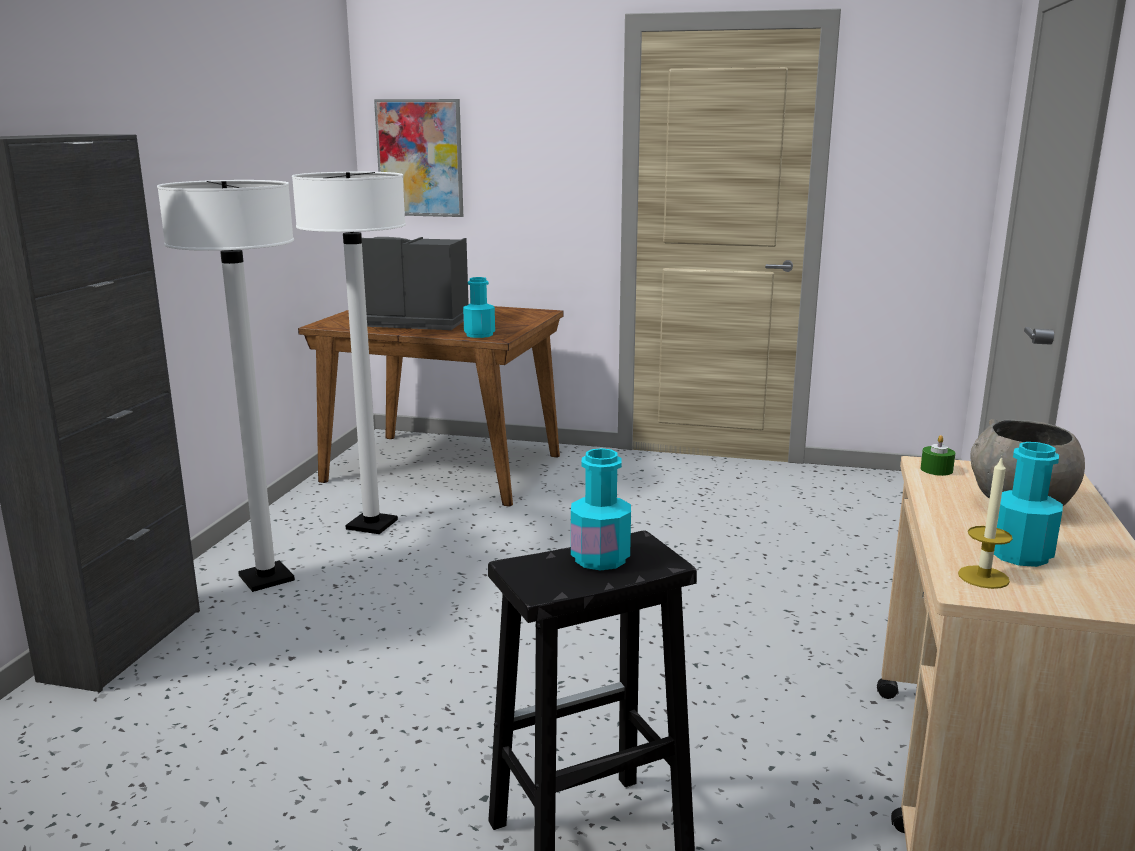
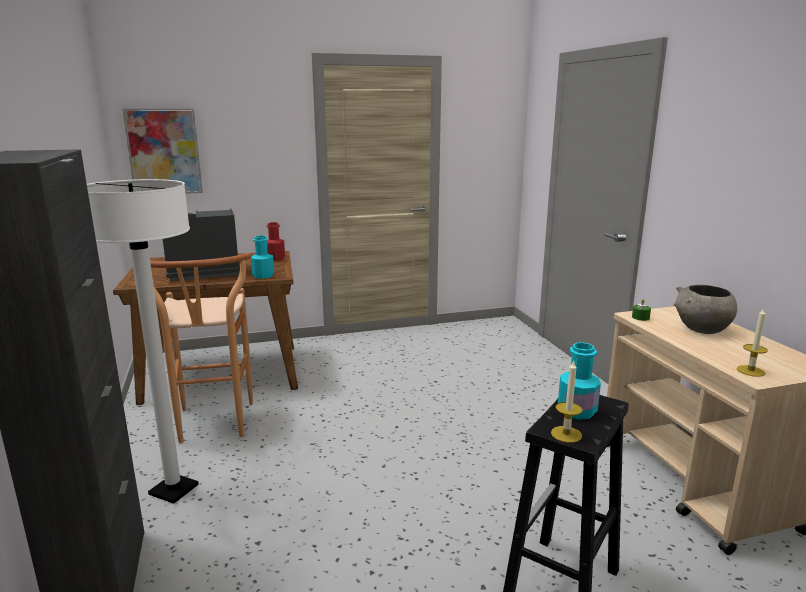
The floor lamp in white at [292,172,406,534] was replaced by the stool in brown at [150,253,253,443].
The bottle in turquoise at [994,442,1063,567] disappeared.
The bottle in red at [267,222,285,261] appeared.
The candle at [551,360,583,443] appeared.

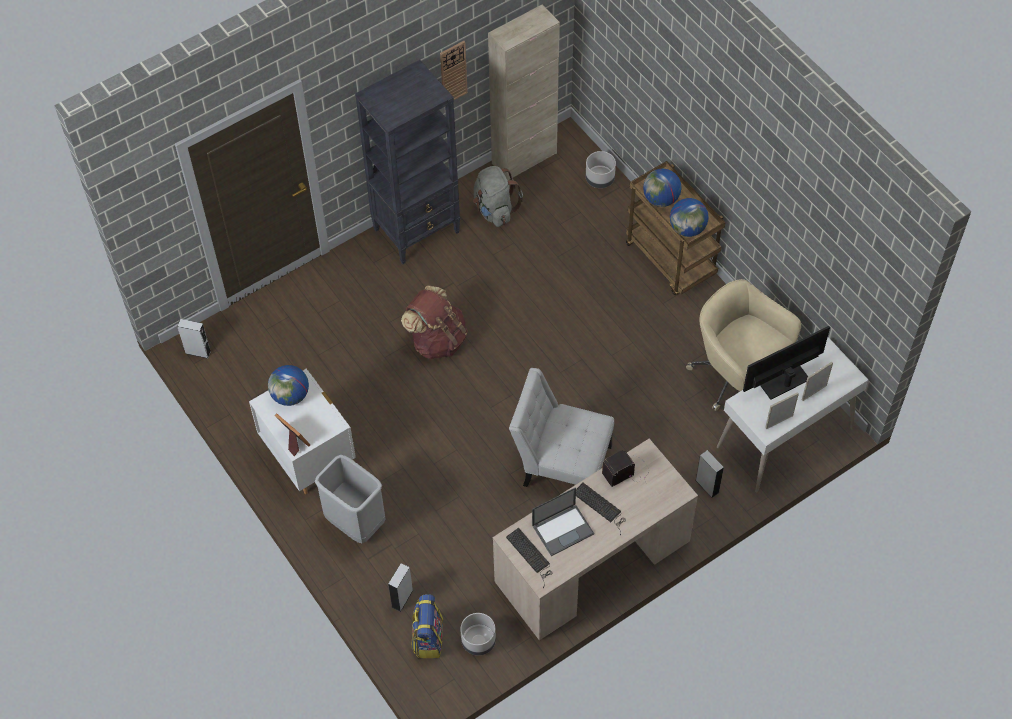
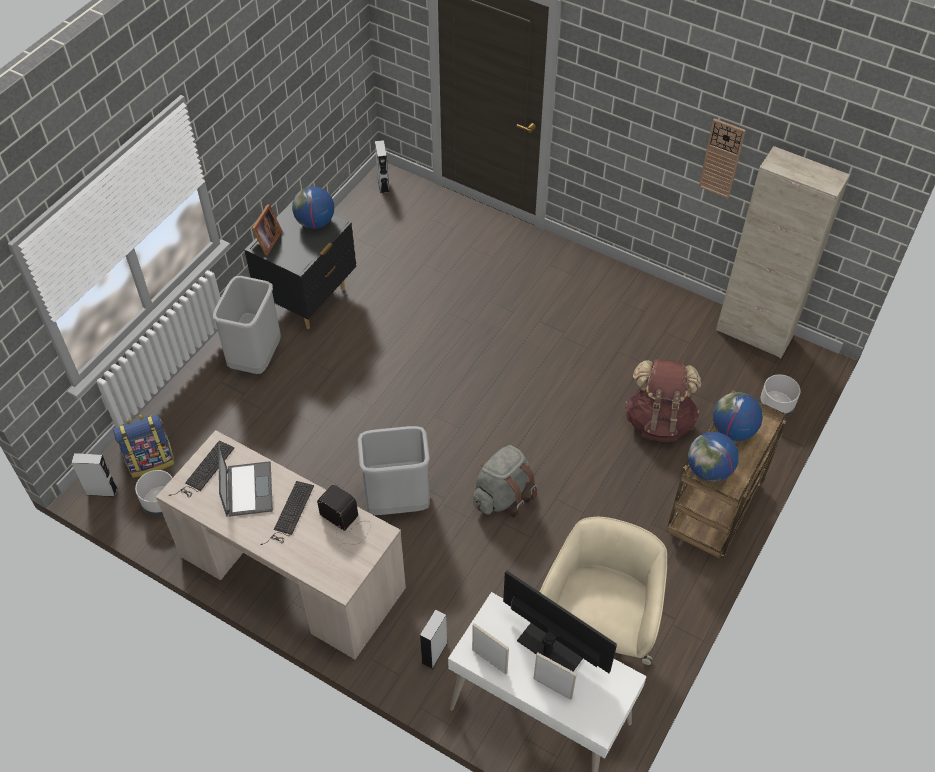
The bookcase in black at [355,60,460,264] disappeared.
The backpack in grey moved from [473,166,523,227] to [473,445,538,518].
The backpack in brown moved from [401,285,468,360] to [625,359,701,442].
The nightstand in white at [249,368,356,494] became the nightstand in black at [244,201,356,329].
The chair in white at [509,368,614,487] was replaced by the trash can in grey at [357,426,430,515].
The laptop at [532,487,594,556] turned 135 degrees counterclockwise.
The speaker in grey moved from [388,563,413,612] to [71,453,118,497].

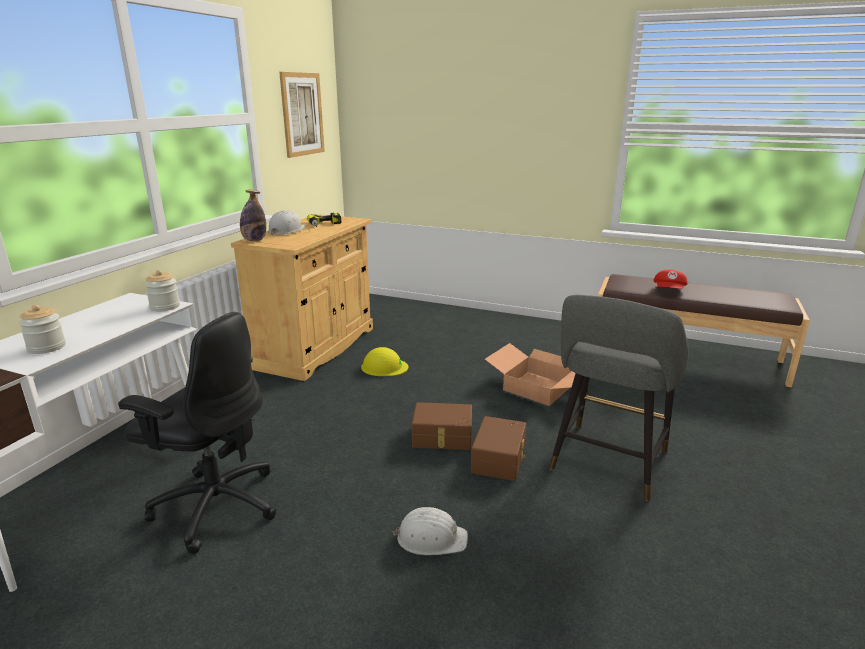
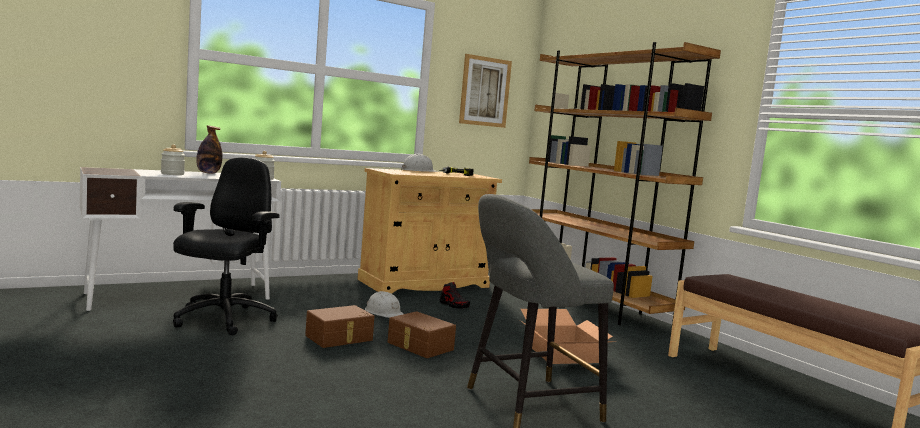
The bottle moved from [240,190,266,241] to [197,125,222,174].
The cap in red at [653,269,688,289] disappeared.
The office chair in black at [118,312,276,554] turned 135 degrees counterclockwise.
The hard hat in yellow at [361,347,408,376] was replaced by the shoe at [440,282,470,309].
The storage box in brown moved from [471,416,526,481] to [305,305,374,348].
The hard hat in white moved from [393,507,468,555] to [365,291,404,318].
The bookcase in brown at [529,42,721,325] appeared.

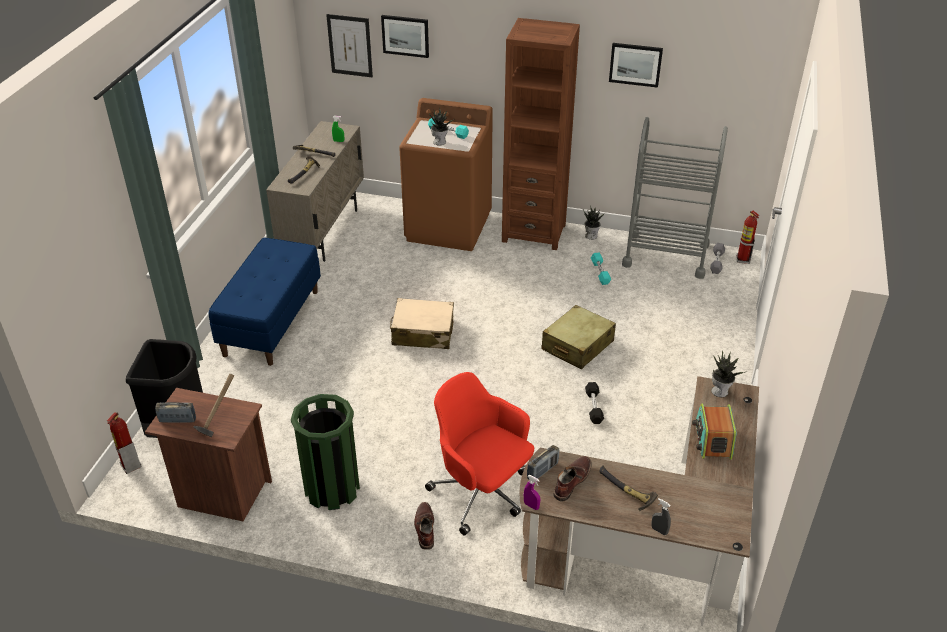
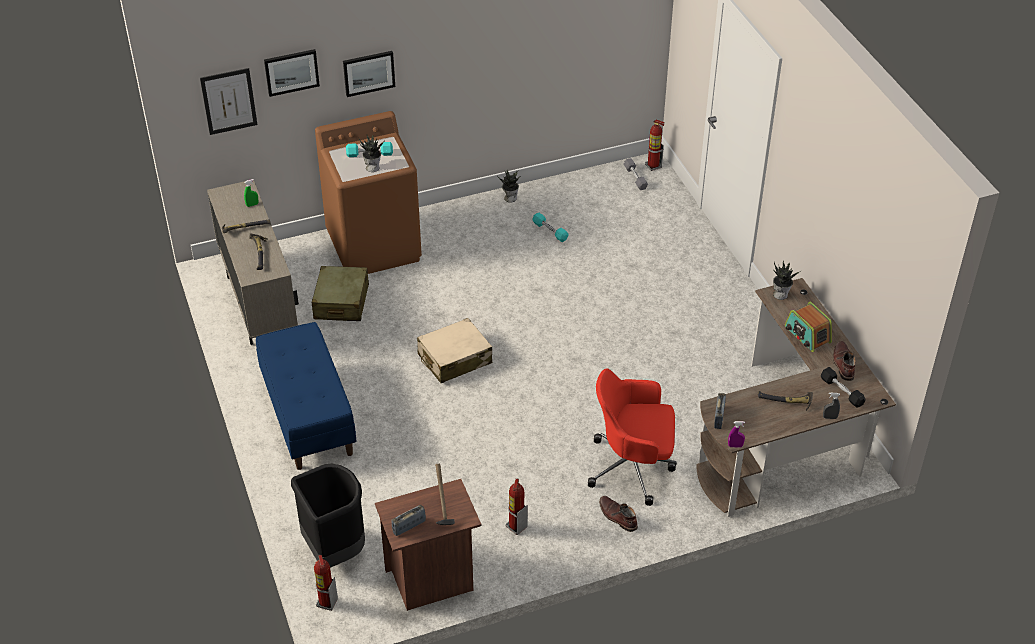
The bookcase in brown at [502,18,580,250] disappeared.
The picture moved from [609,43,663,88] to [343,51,395,97].
The cart in grey at [622,117,728,279] disappeared.
The suitcase in beige moved from [541,305,616,369] to [311,266,369,321].
The dumbbell in black moved from [585,382,604,424] to [821,367,866,407].
The trash can in green at [291,394,360,510] was replaced by the fire extinguisher at [506,478,528,535].
The boot in brown moved from [553,456,592,502] to [833,341,856,381].

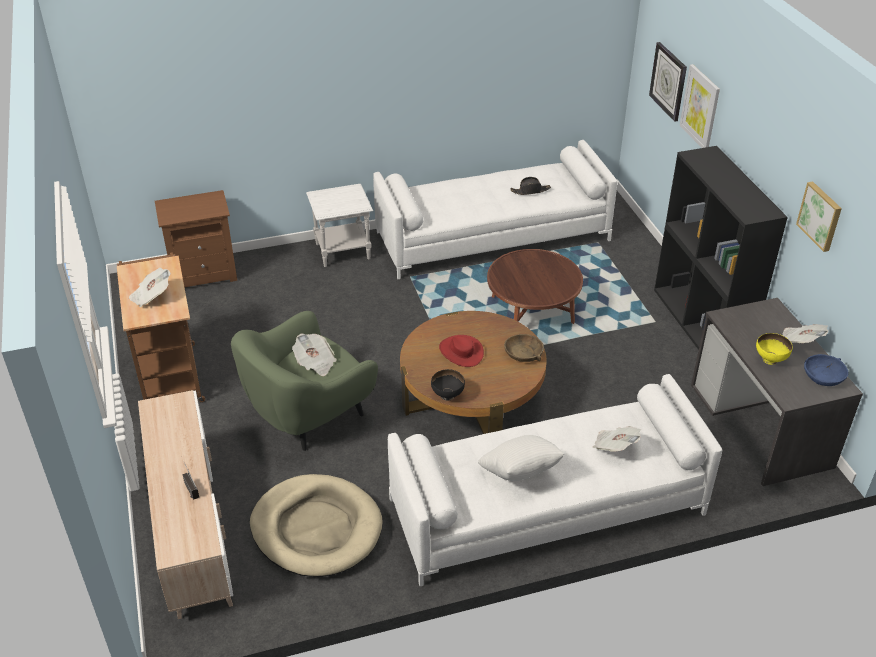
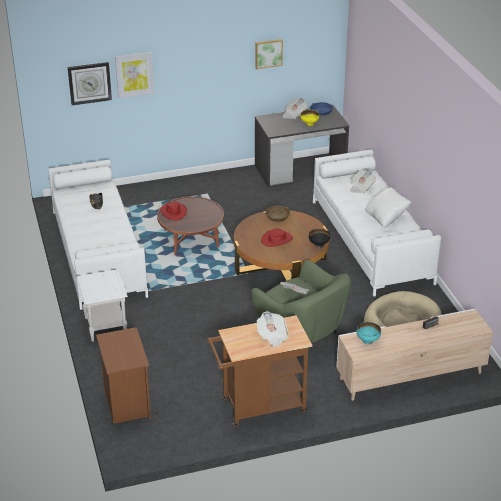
The bookcase in black at [654,146,788,350] disappeared.
The hat in red at [160,202,187,221] appeared.
The bowl in turquoise at [357,322,381,344] appeared.

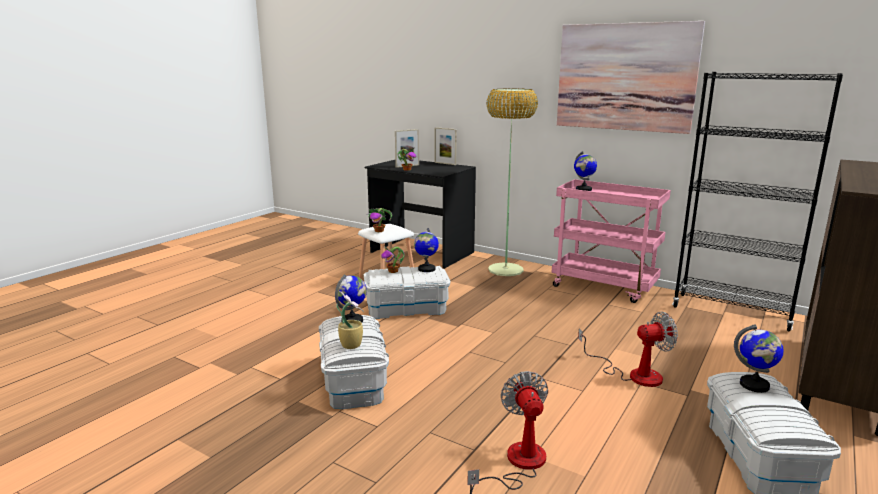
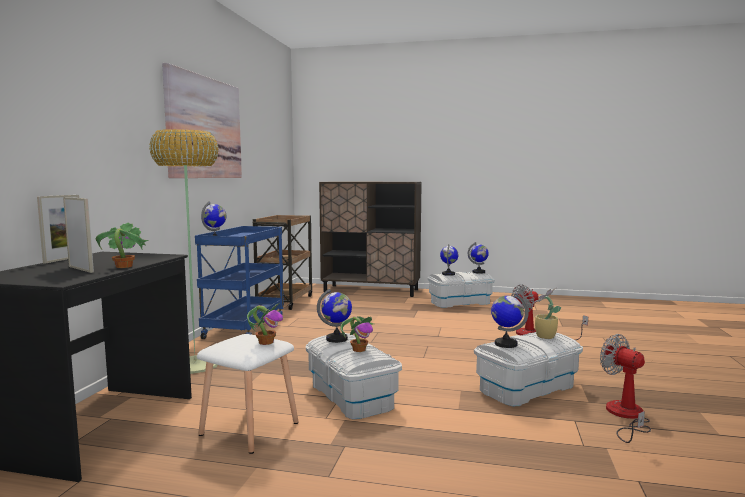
The bookcase in black at [672,72,843,331] was replaced by the cart in brown at [253,215,312,310].
The cart in pink at [552,179,671,303] became the cart in blue at [195,226,284,339].
The fan moved from [578,312,678,387] to [600,334,651,443].
The globe at [468,242,489,274] appeared.

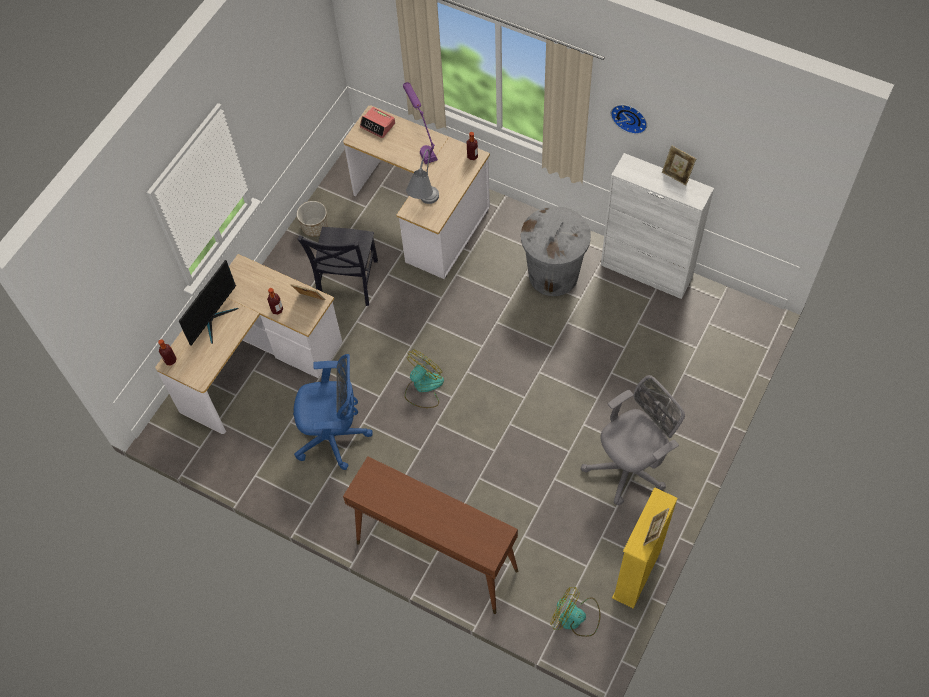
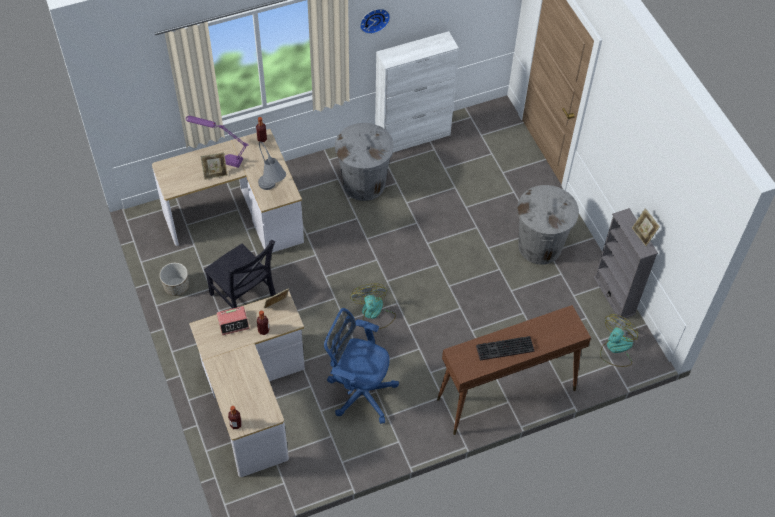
The alarm clock moved from [360,107,395,138] to [217,306,249,335].
The picture frame moved from [662,145,696,185] to [200,152,228,180].
The monitor at [179,260,239,346] disappeared.
The office chair in blue at [293,354,373,470] turned 105 degrees counterclockwise.
The office chair in grey at [581,375,685,505] was replaced by the trash can in grey at [517,185,579,265].
The bookcase in yellow at [612,487,678,609] became the bookcase in grey at [594,208,658,319].
The fan at [550,587,601,637] turned 150 degrees clockwise.
The keyboard at [476,336,534,361] appeared.

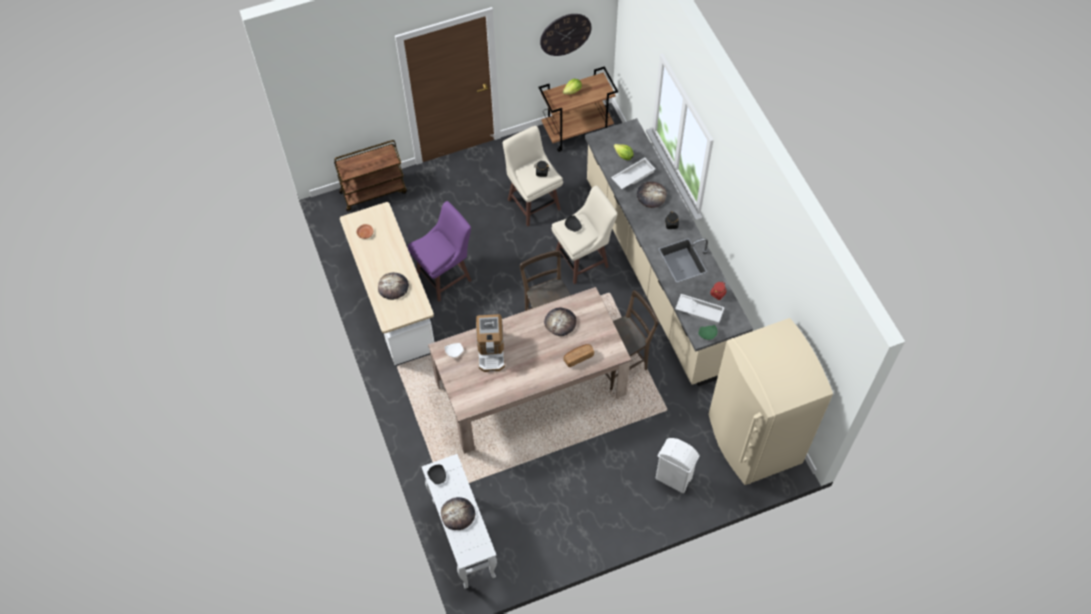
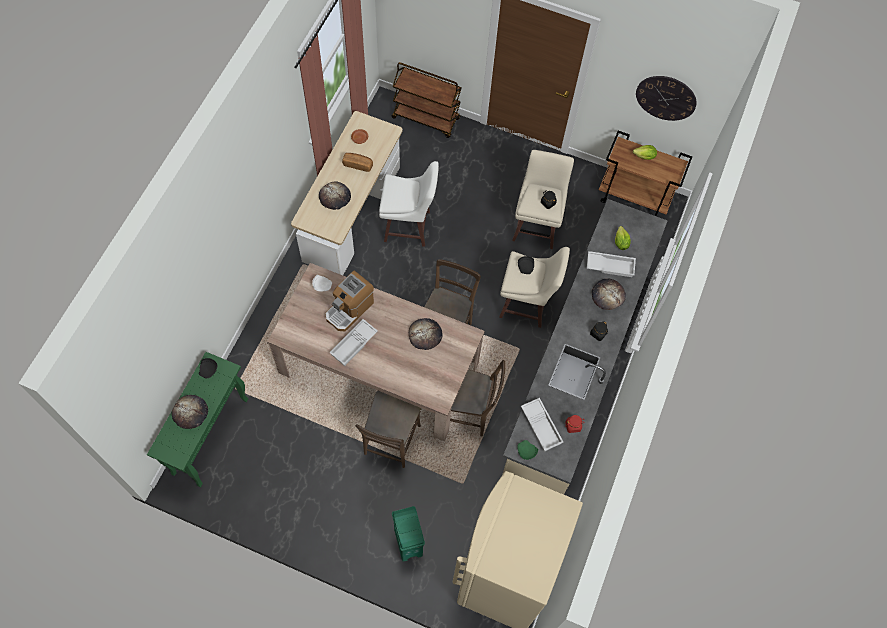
The stool in purple at [408,201,472,302] became the stool in white at [379,161,439,247].
The bread moved from [563,344,594,367] to [342,153,373,172].
The trash can in white at [656,438,700,493] became the trash can in green at [392,506,425,562].
The console table in white at [422,454,497,589] became the console table in green at [147,352,249,487].
The tray in white at [329,319,378,366] appeared.
The chair in brown at [355,391,422,468] appeared.

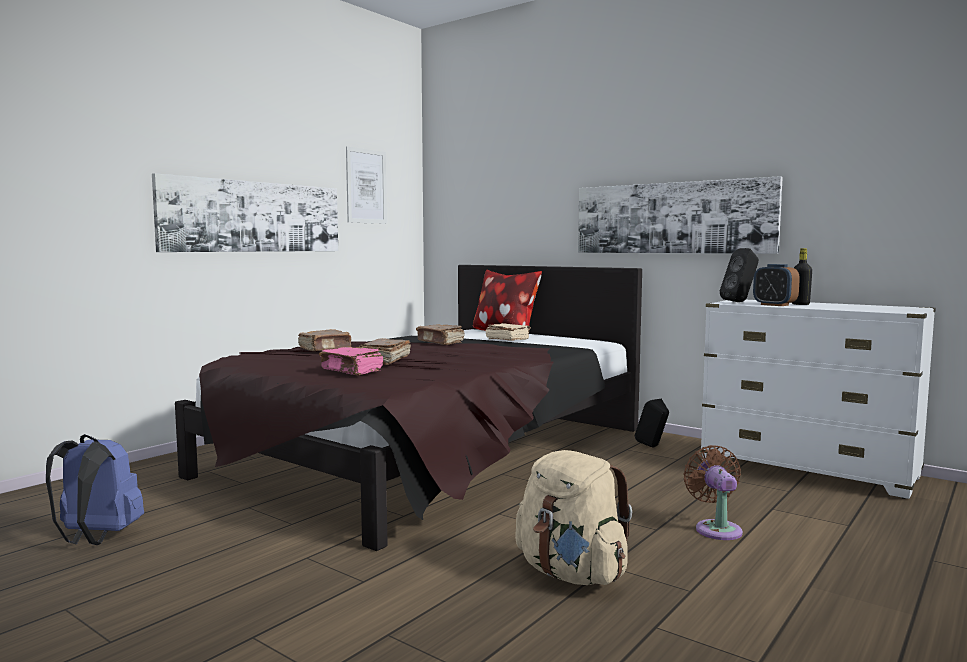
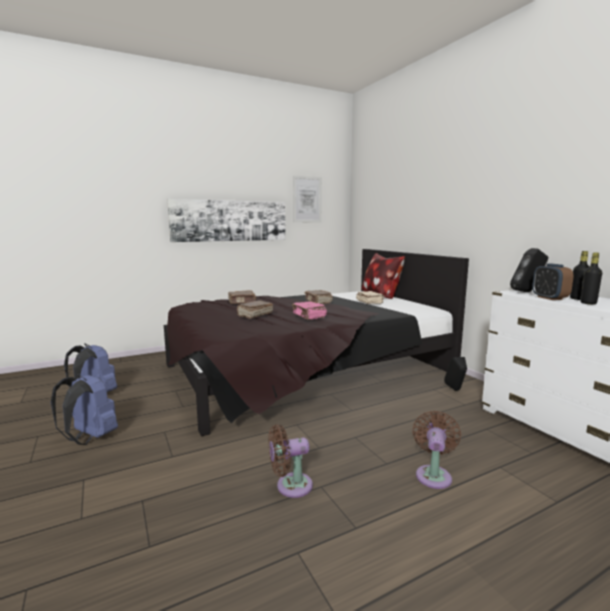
The picture at [578,176,783,254] disappeared.
The book in pink moved from [319,347,383,375] to [292,301,327,320].
The backpack in beige at [515,450,632,585] was replaced by the fan in brown at [268,424,313,498].
The bottle in black at [580,253,602,304] appeared.
The backpack in blue at [50,374,118,445] appeared.

